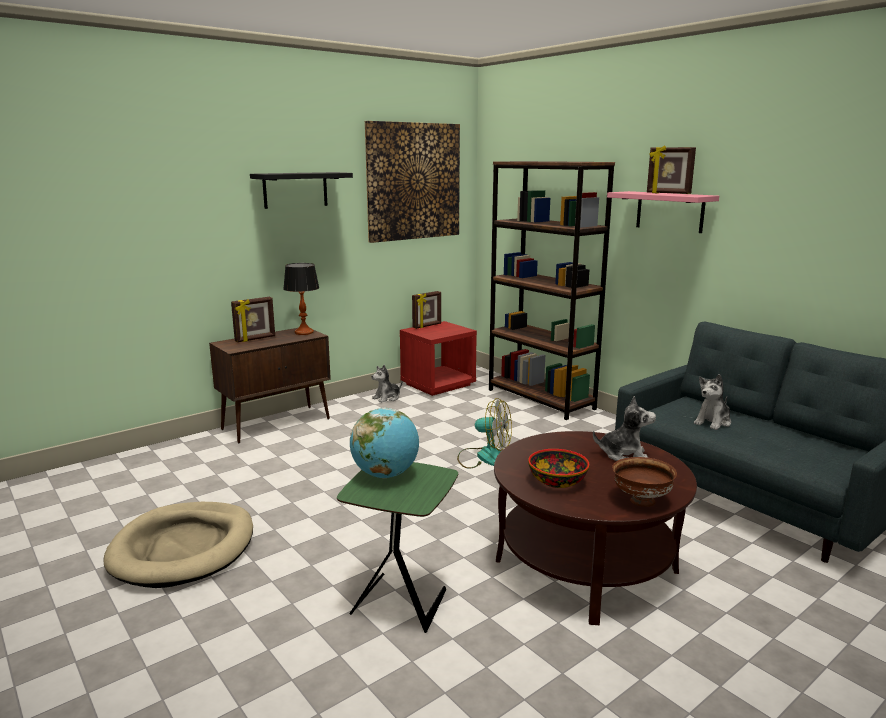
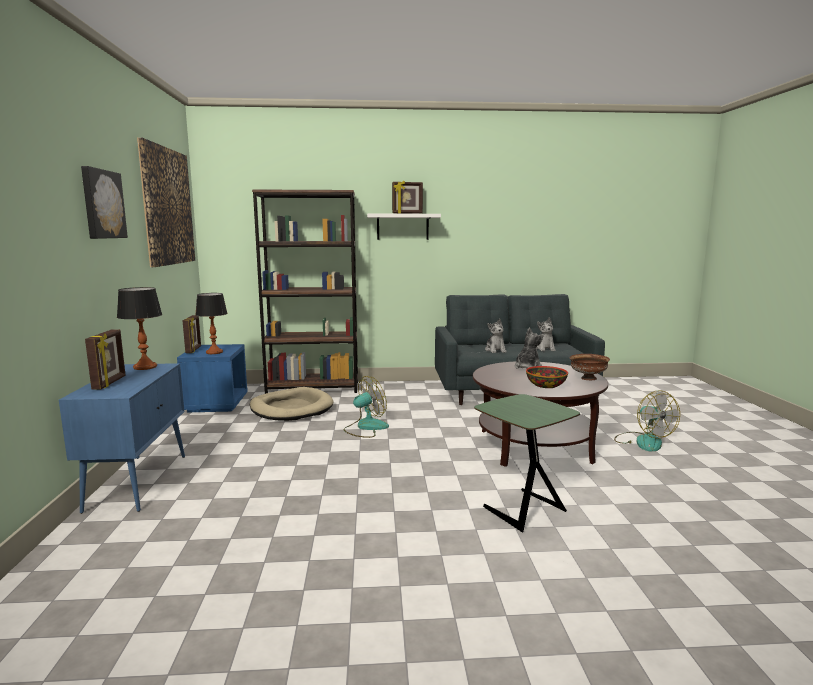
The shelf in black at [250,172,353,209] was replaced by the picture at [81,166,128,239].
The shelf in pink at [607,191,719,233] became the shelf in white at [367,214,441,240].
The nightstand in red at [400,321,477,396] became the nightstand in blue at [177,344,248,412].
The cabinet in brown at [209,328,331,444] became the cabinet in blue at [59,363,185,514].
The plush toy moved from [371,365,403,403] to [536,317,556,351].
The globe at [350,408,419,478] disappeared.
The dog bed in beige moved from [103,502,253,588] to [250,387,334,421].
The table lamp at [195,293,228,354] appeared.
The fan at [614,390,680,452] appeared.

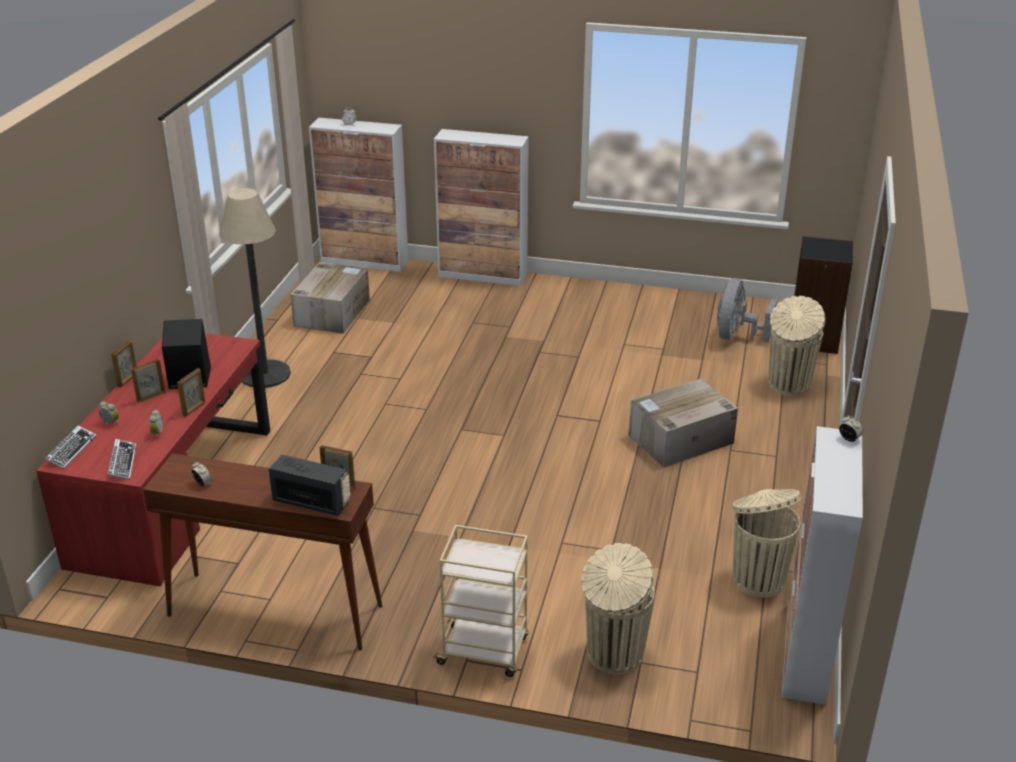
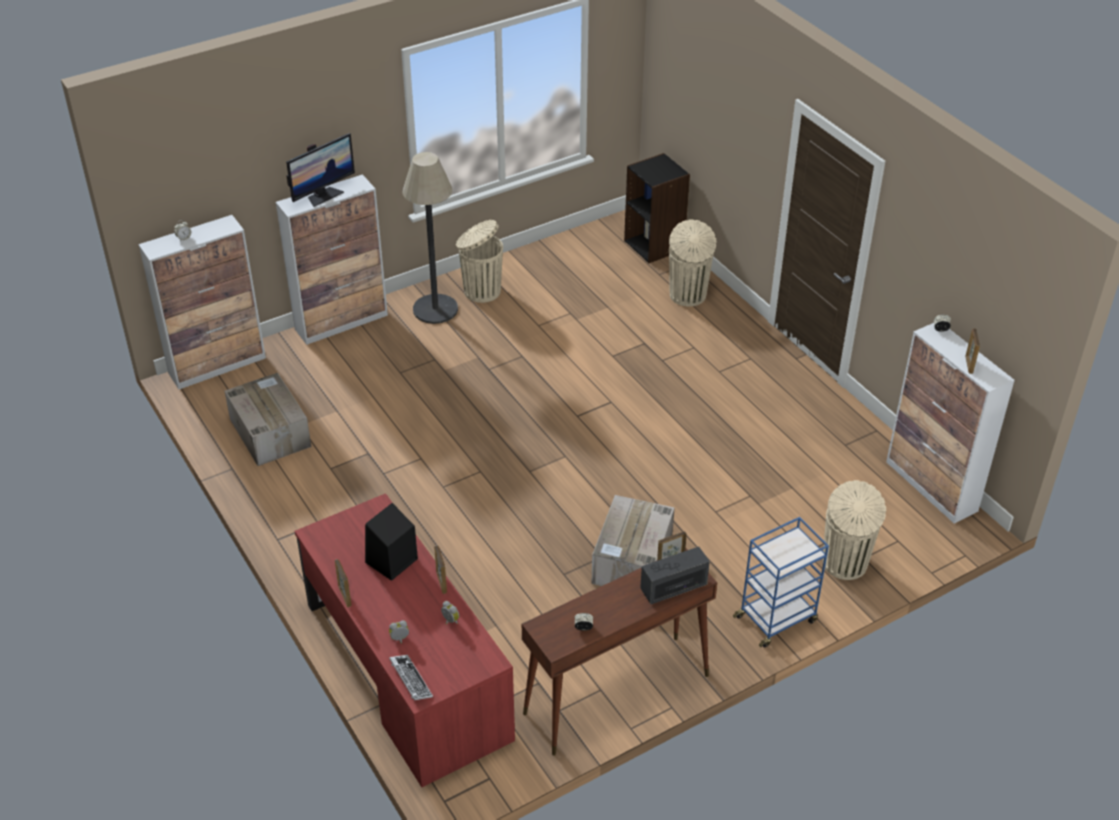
The floor lamp moved from [219,188,291,388] to [402,152,458,324].
The fan in grey at [717,278,777,343] disappeared.
The picture frame moved from [131,359,166,404] to [965,329,980,374].
The cardboard box moved from [629,379,738,467] to [591,495,675,586].
The keyboard at [108,439,136,480] disappeared.
The trash can in beige moved from [733,489,801,598] to [456,220,503,303].
The cart in beige at [432,525,529,677] became the cart in blue at [733,517,829,648].
The monitor at [286,133,355,207] appeared.

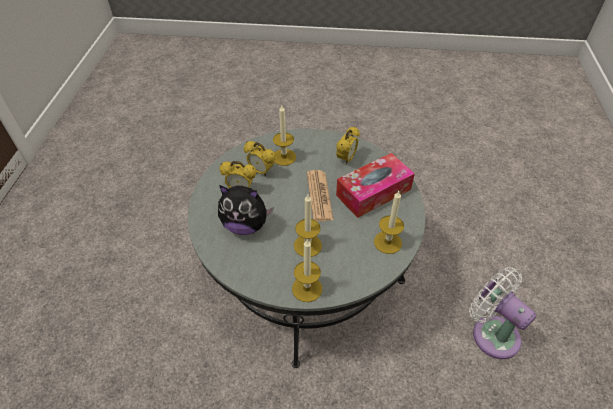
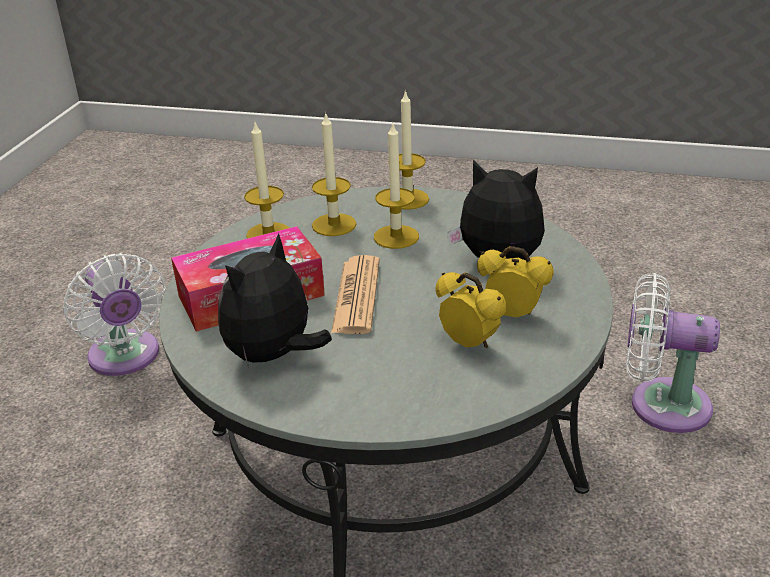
The candle moved from [273,105,296,166] to [312,112,356,236].
The alarm clock at [336,127,360,165] was replaced by the plush toy at [218,233,332,367].
The fan in white at [626,273,720,433] appeared.

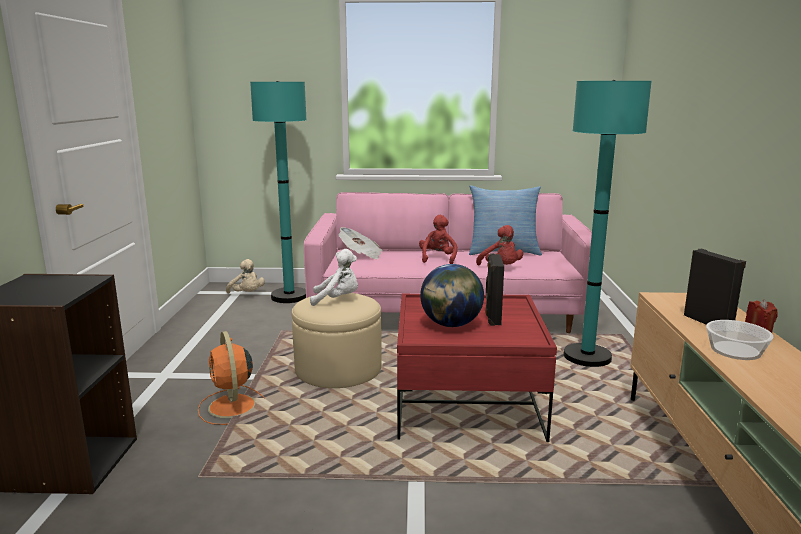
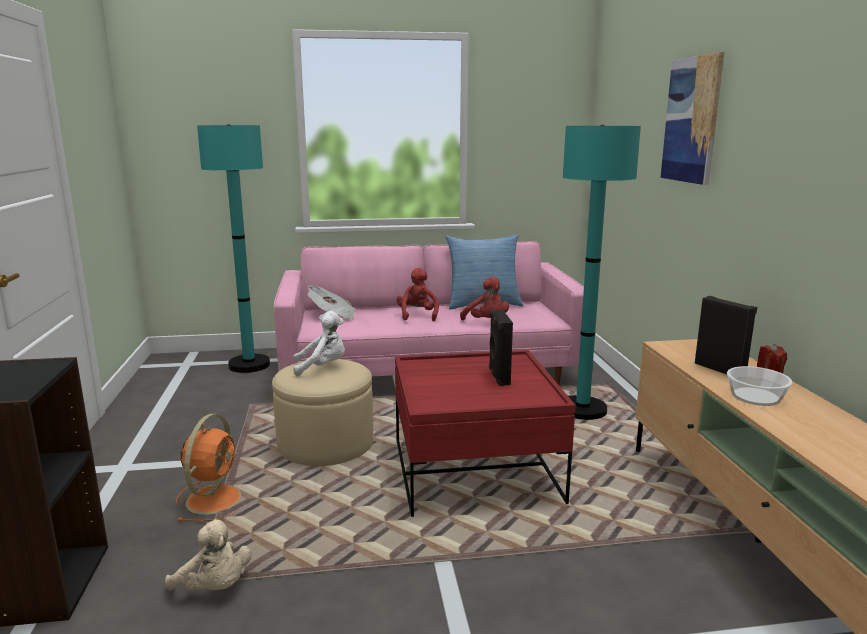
The plush toy in beige moved from [226,259,265,294] to [165,519,251,590].
The globe at [420,264,484,327] disappeared.
The fan in orange at [198,331,265,425] turned 135 degrees counterclockwise.
The picture at [660,52,724,185] appeared.

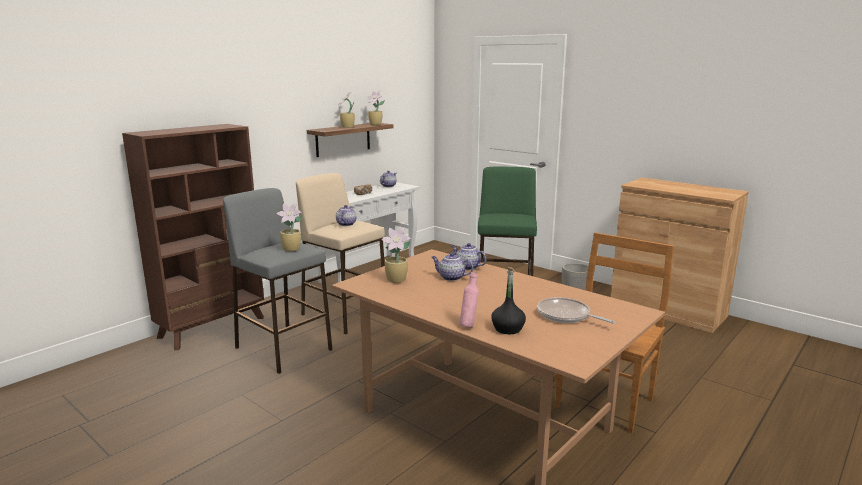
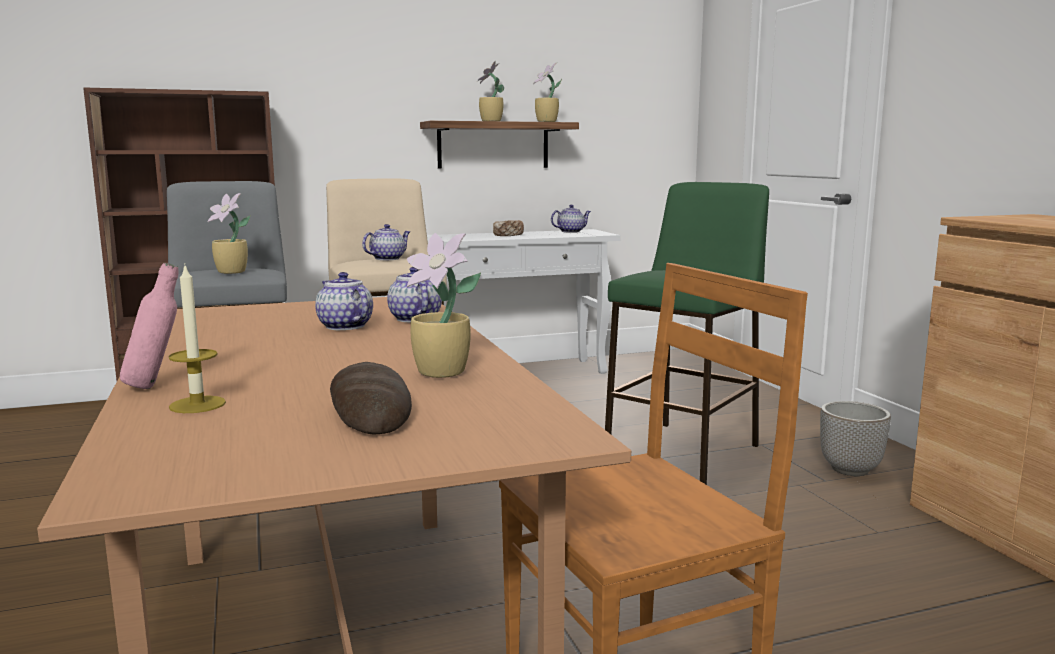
The potted plant moved from [381,228,411,283] to [407,233,481,378].
The bottle in black at [491,267,526,334] was replaced by the candle at [168,266,226,413].
The frying pan at [537,297,615,323] was replaced by the bread at [330,362,412,434].

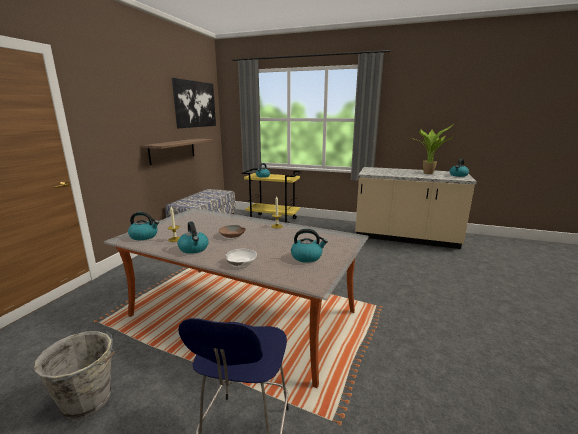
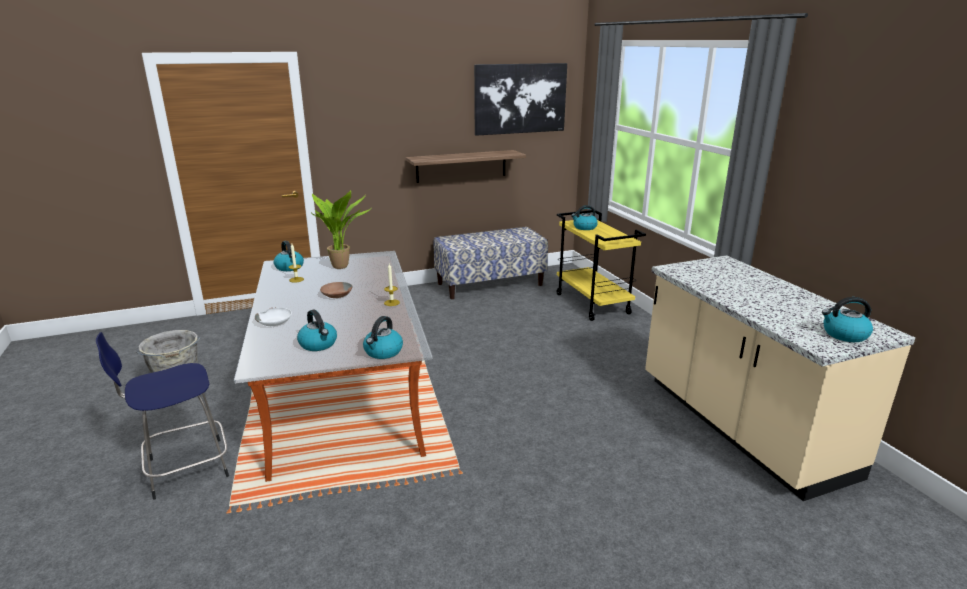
The potted plant moved from [410,124,454,174] to [311,190,370,269].
The kettle moved from [178,221,209,254] to [363,316,403,359].

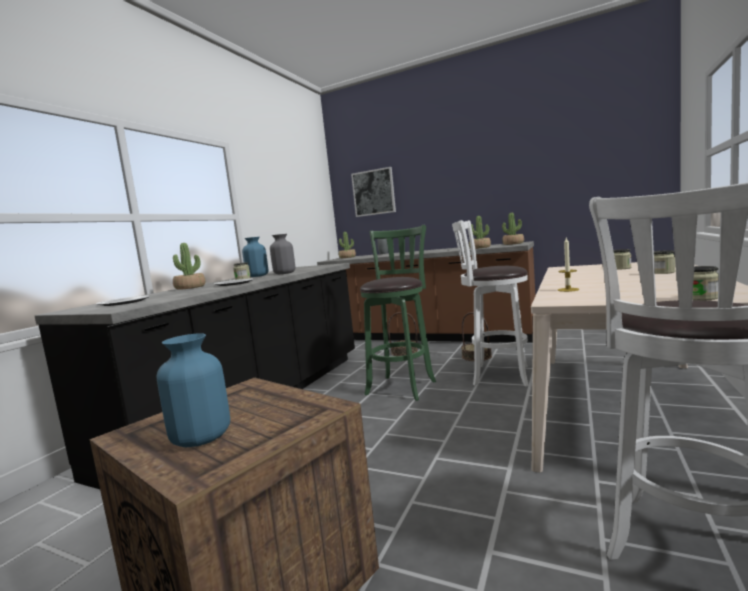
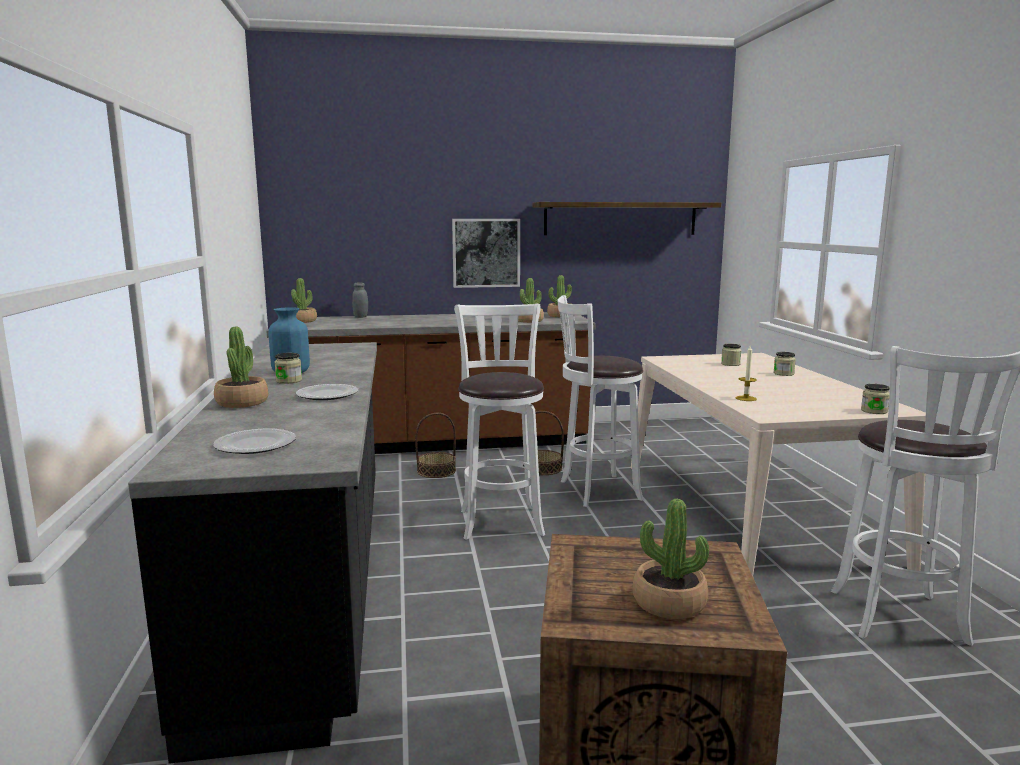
The picture moved from [351,167,396,217] to [452,219,520,288].
The stool in green at [360,225,436,401] became the stool in white at [454,304,545,540].
The vase in grey at [270,234,295,274] disappeared.
The vase in blue at [157,333,230,447] was replaced by the potted plant at [633,499,709,619].
The shelf at [533,202,721,235] appeared.

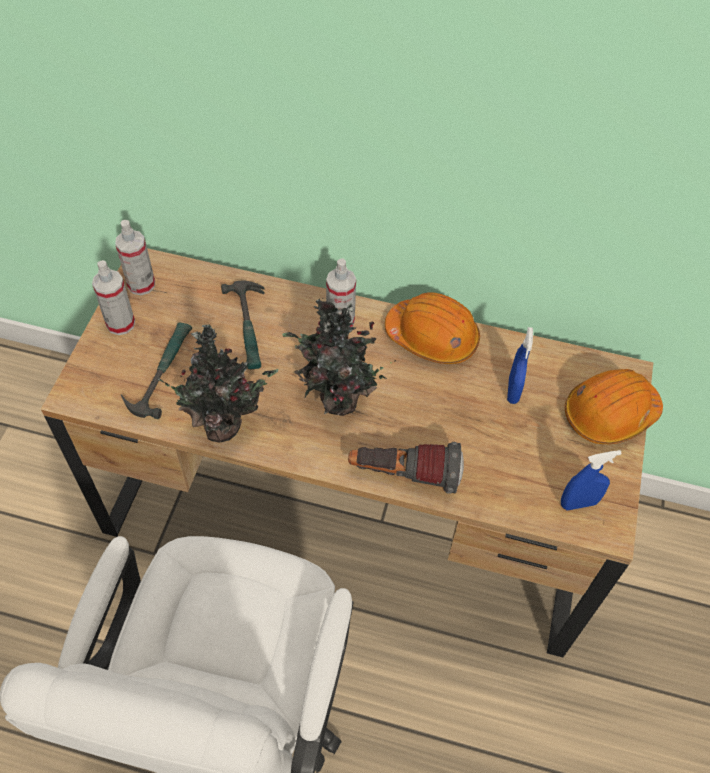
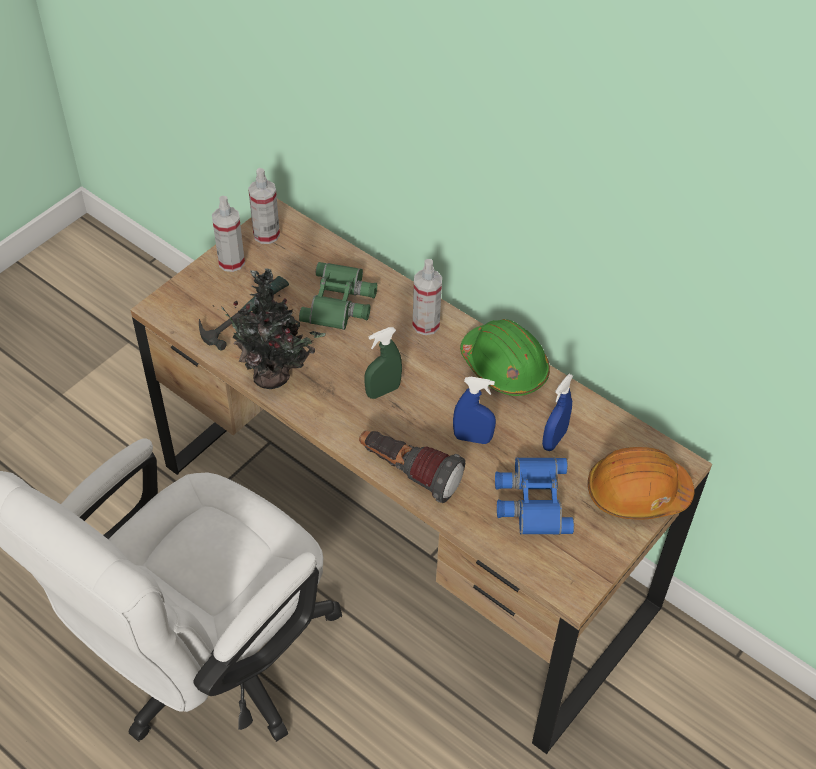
The hammer at [221,280,265,369] was replaced by the binoculars in green at [299,262,377,330].
The hard hat in orange at [385,292,480,364] became the hard hat in green at [460,319,550,396].
The potted plant at [282,299,396,416] was replaced by the spray bottle in green at [364,327,402,399].
The spray bottle in blue moved from [561,450,622,510] to [453,377,496,444].
The binoculars in blue at [495,457,574,535] appeared.

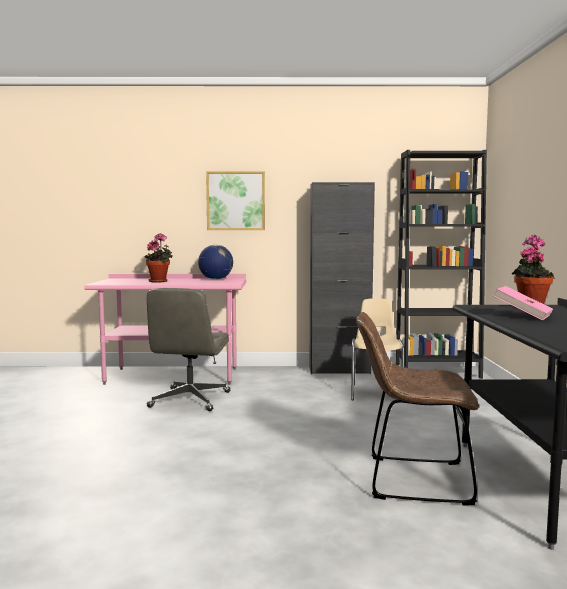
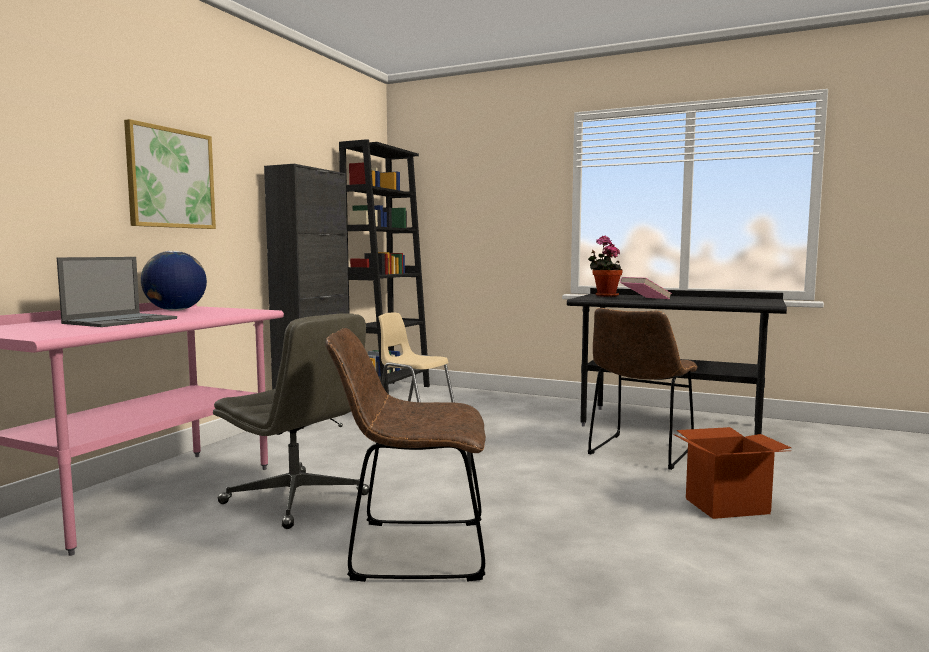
The potted plant at [145,233,173,282] was replaced by the laptop at [57,257,177,327].
The chair in brown at [325,328,486,582] appeared.
The cardboard box at [673,427,791,519] appeared.

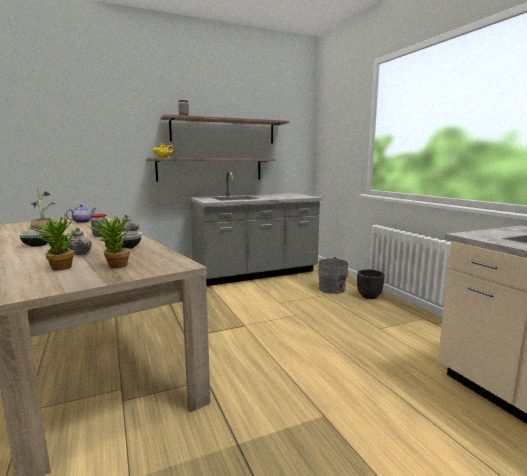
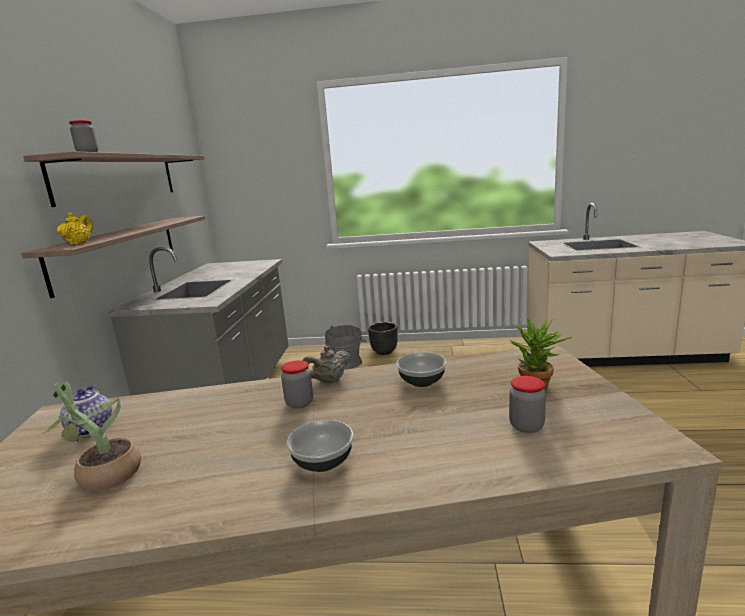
The potted plant at [28,215,77,271] was replaced by the jar at [509,376,546,433].
The teapot in beige at [69,227,92,255] disappeared.

